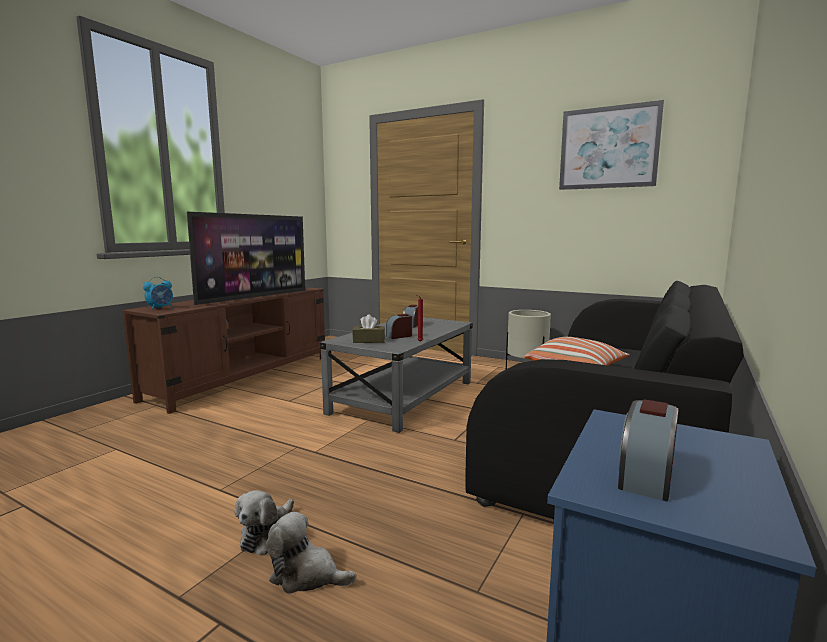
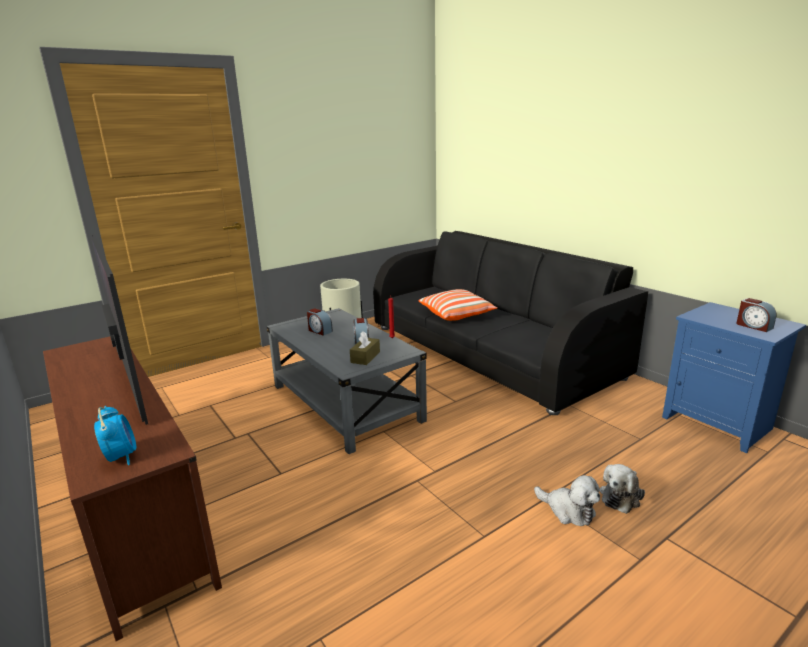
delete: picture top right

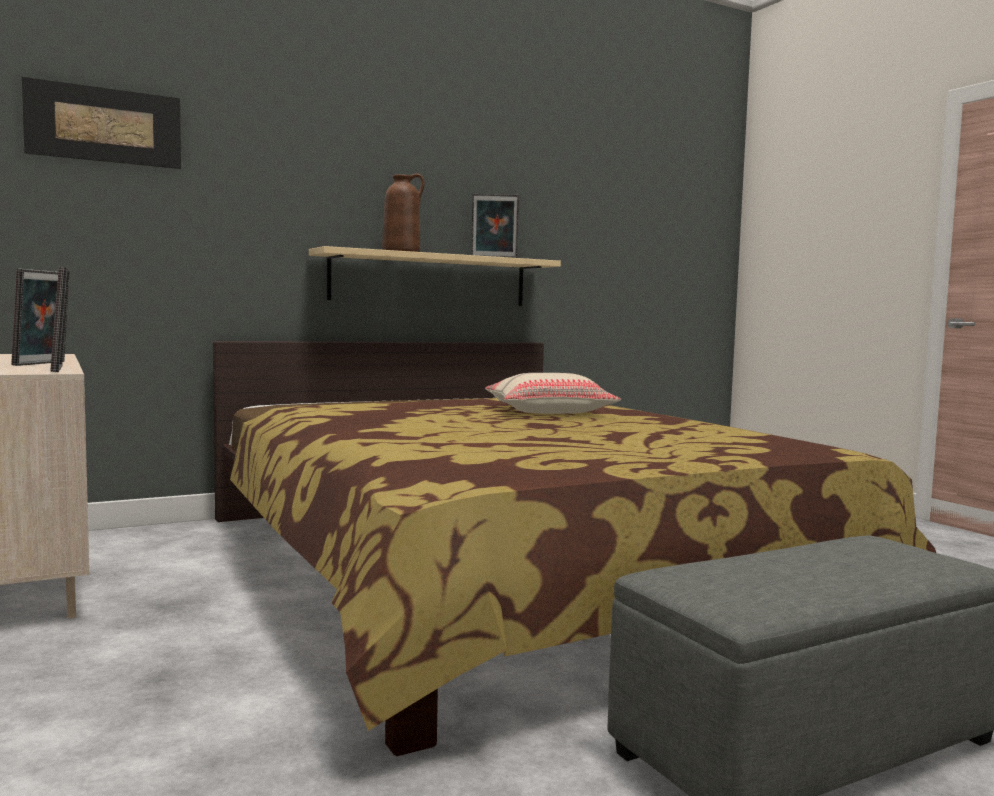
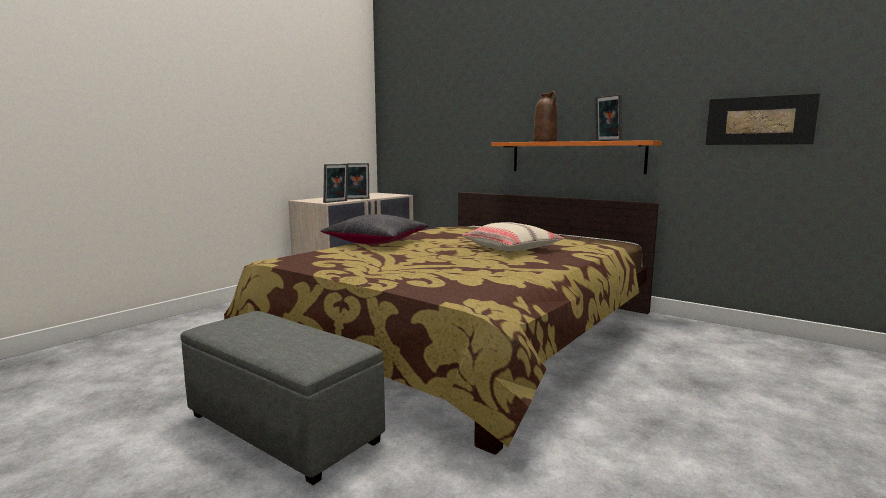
insert: blackish pillow centre
move: picture top left to top right
recolor: beige-coloured bracket shelf centre to orangey bracket shelf top centre

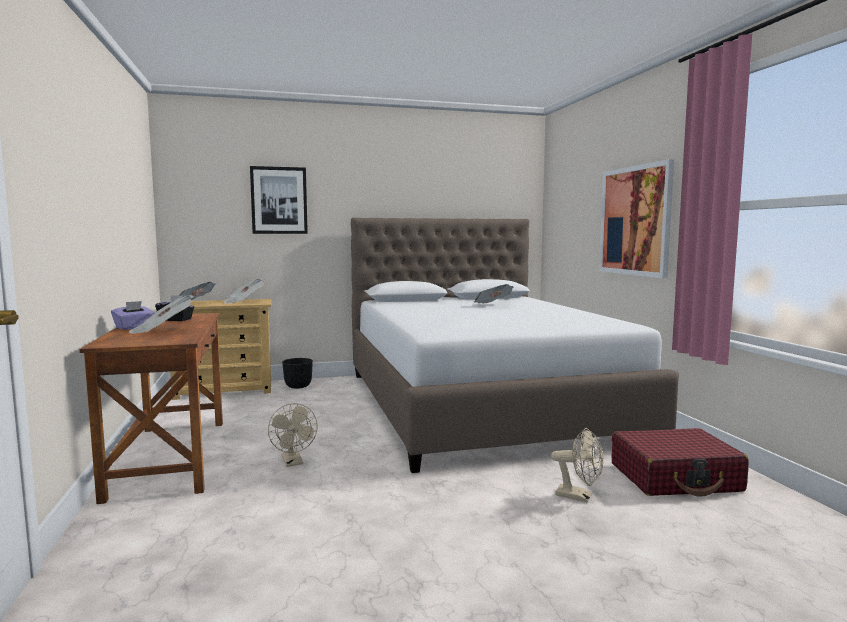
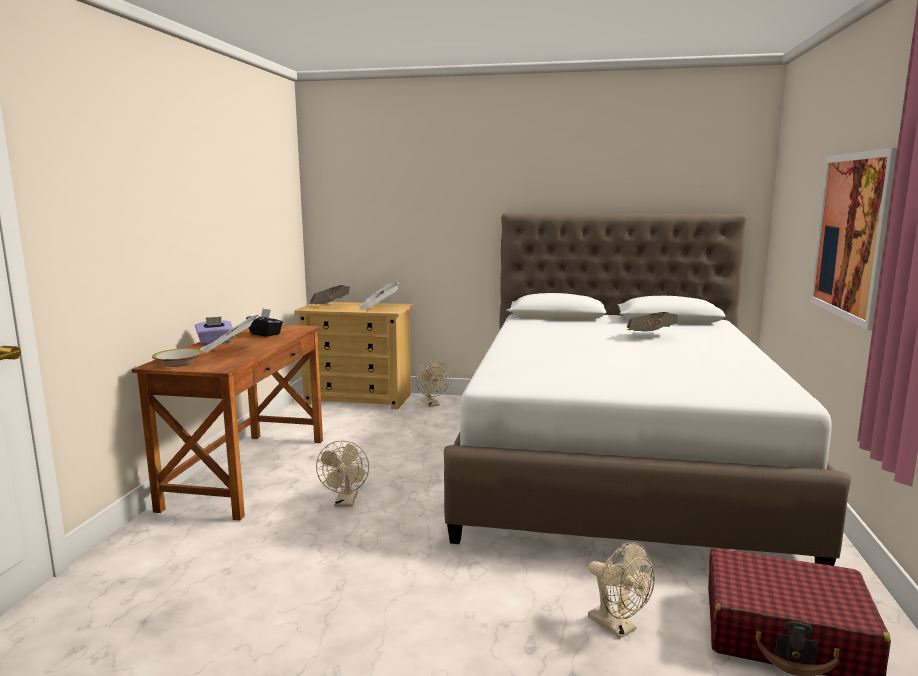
delete: picture (1st from left) top left
insert: serving bowl middle left
replace: blackish plant pot centre to beige-coloured electric fan (2nd from left) centre

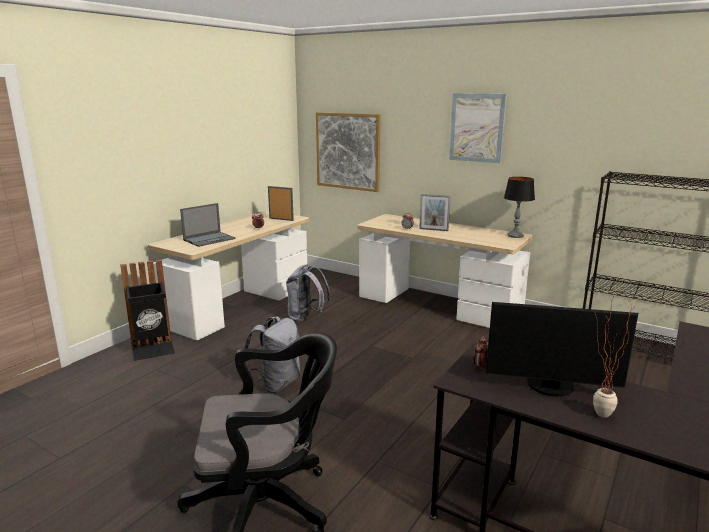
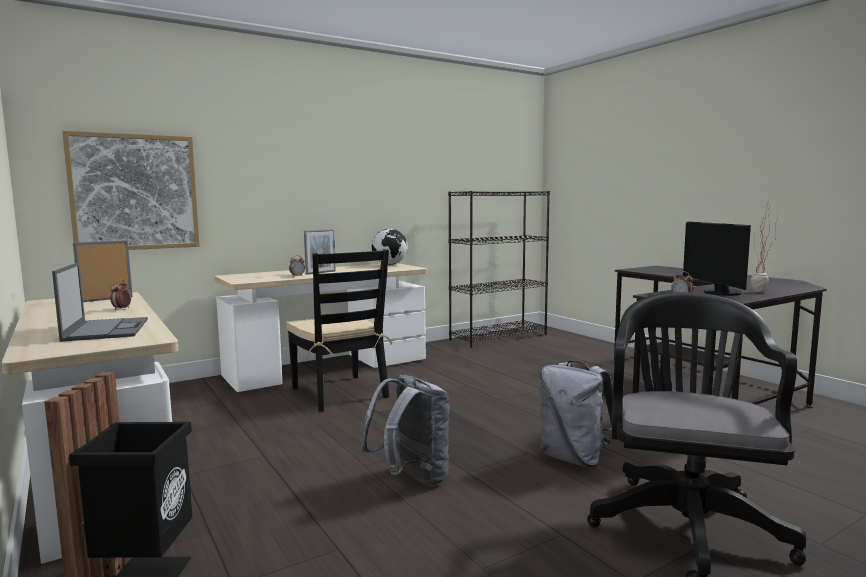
delete: picture (2nd from left) top right
insert: blackish upright chair centre
move: greyish backpack (2nd from left) centre to bottom centre
replace: table lamp middle right to world globe centre
rotate: computer display middle right = middle right 135 degrees clockwise

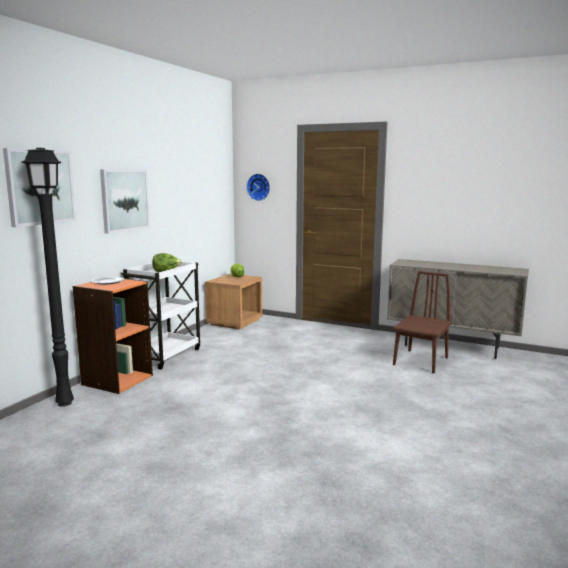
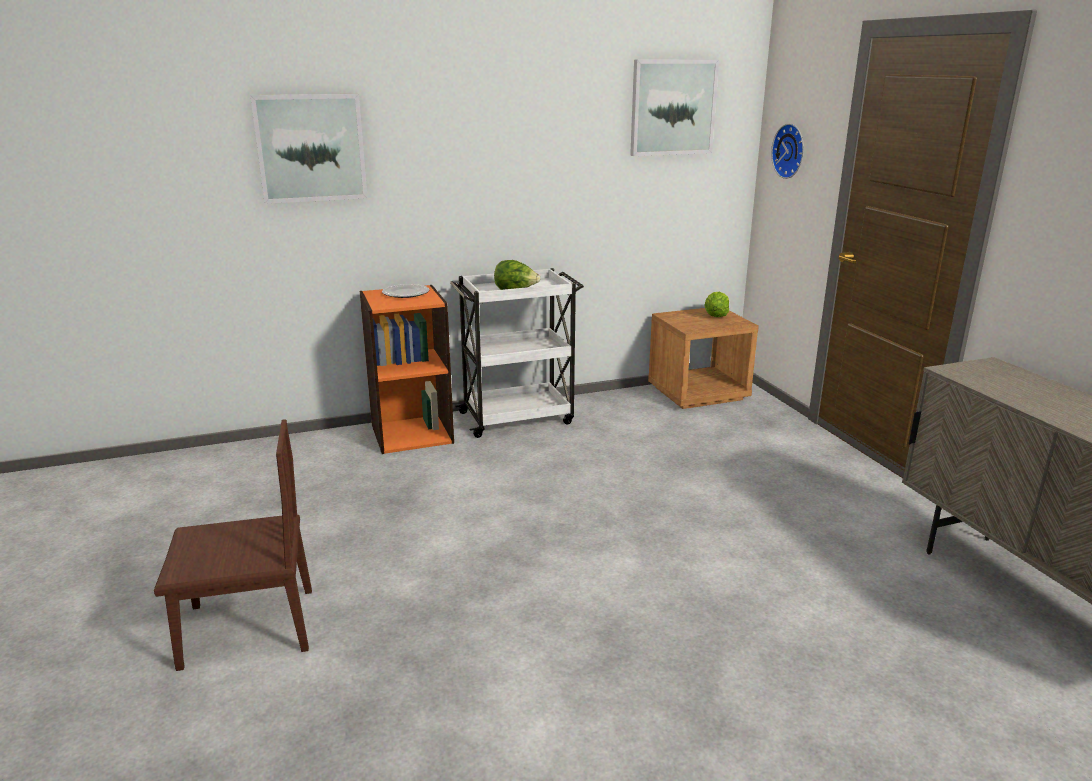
delete: blackish standing lamp middle left
move: picture (2nd from left) middle left to top centre; brown upright chair middle right to bottom left

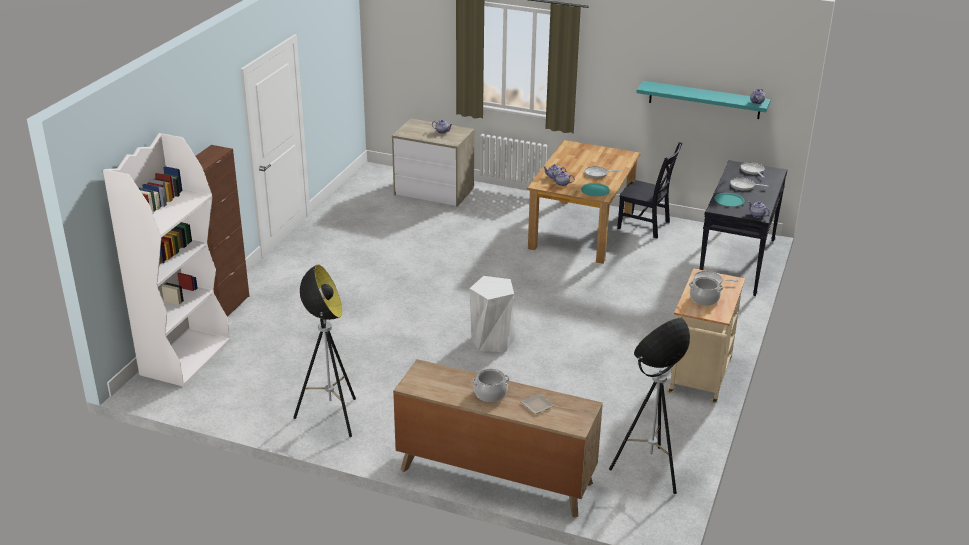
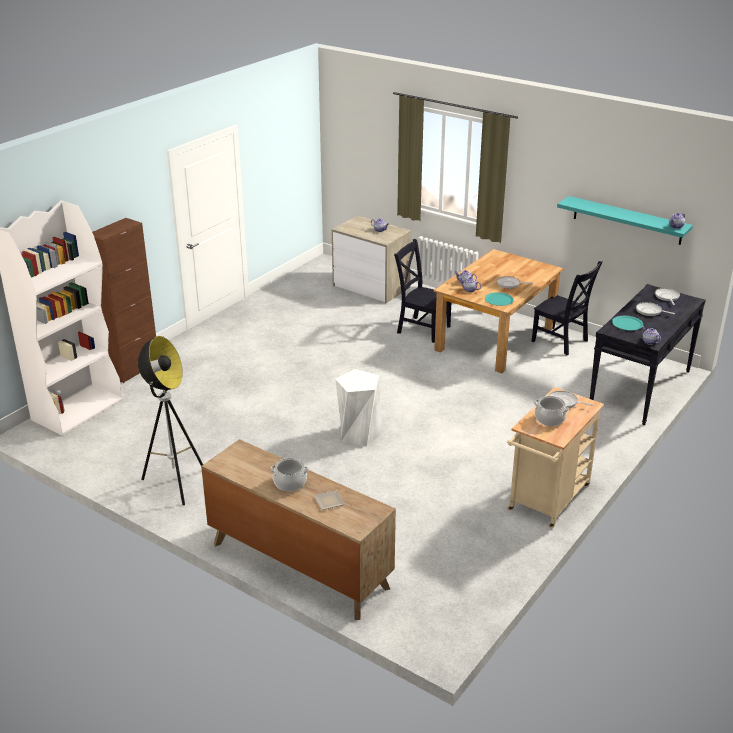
delete: standing lamp (2nd from left) bottom right
insert: blackish upright chair (1st from left) centre

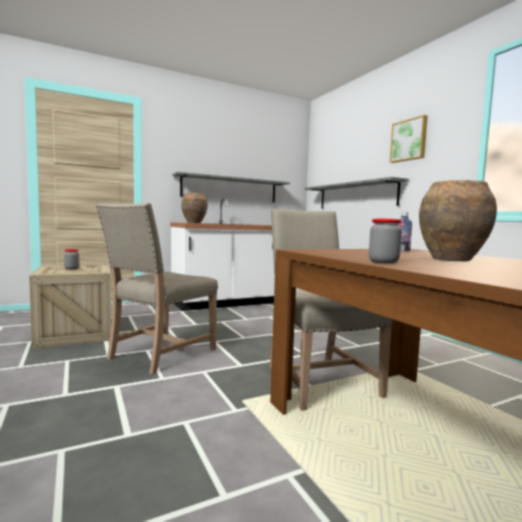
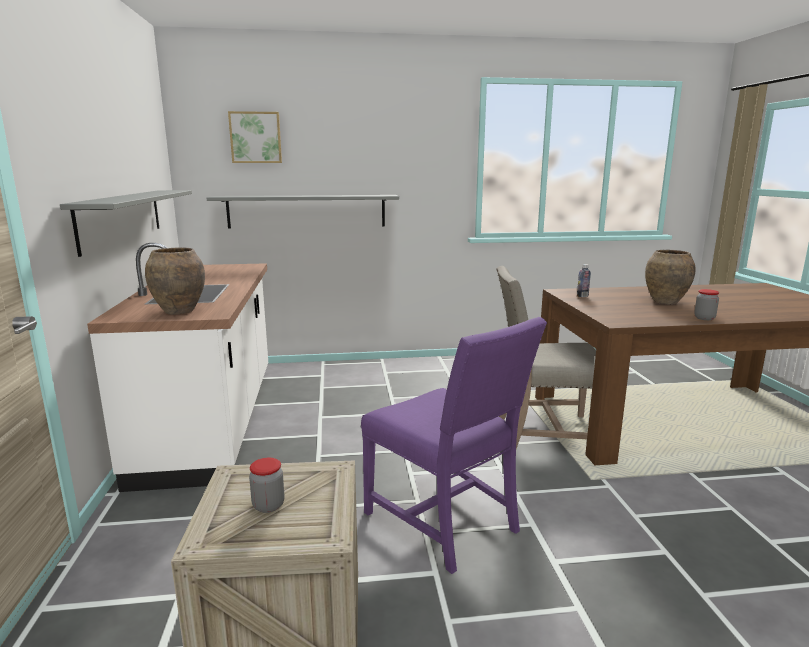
move: picture top right to top left
recolor: beige-coloured upright chair (1st from left) middle left to purple upright chair bottom centre

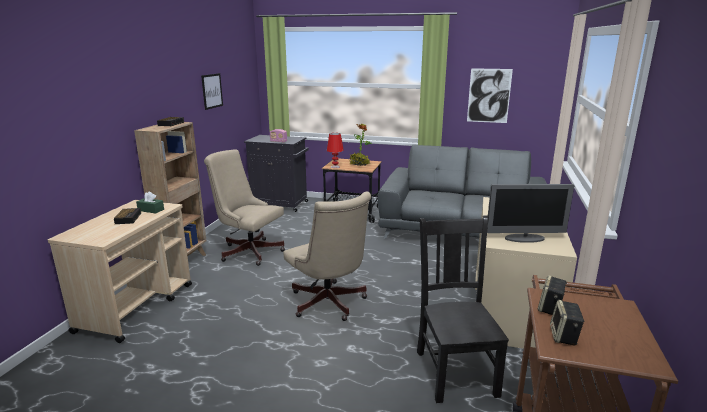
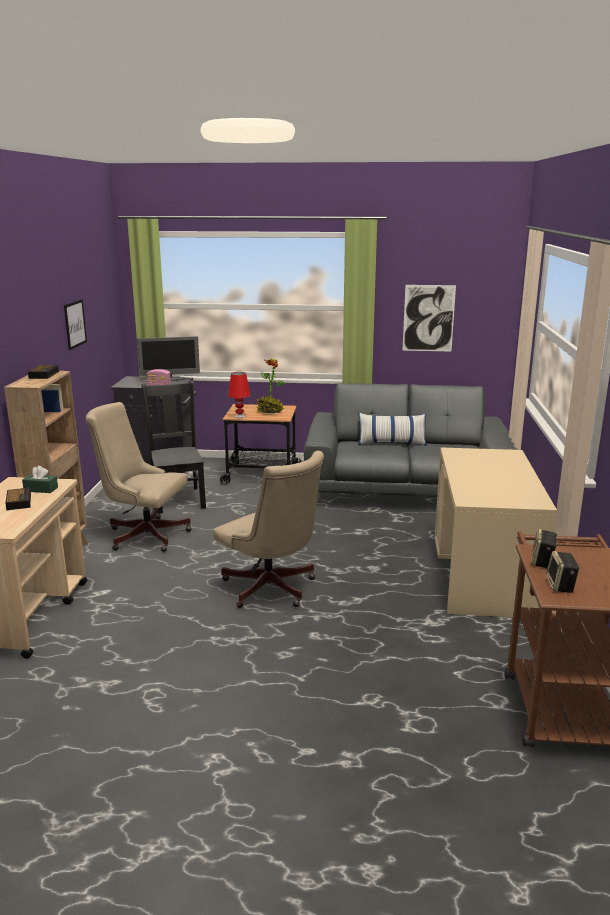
insert: pillow centre
move: blackish upright chair bottom centre to middle left; computer display middle right to middle left

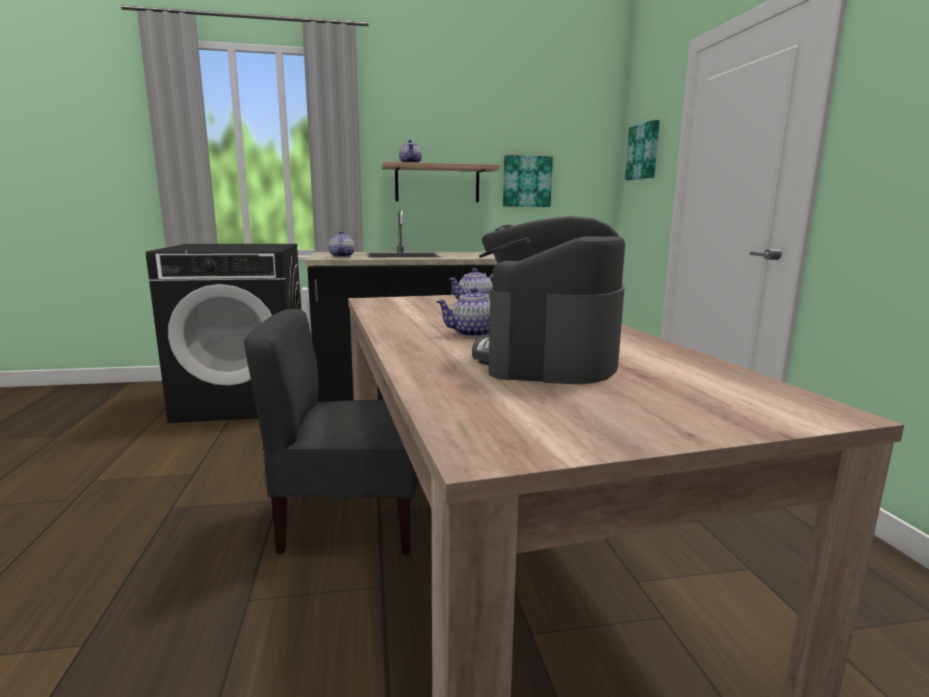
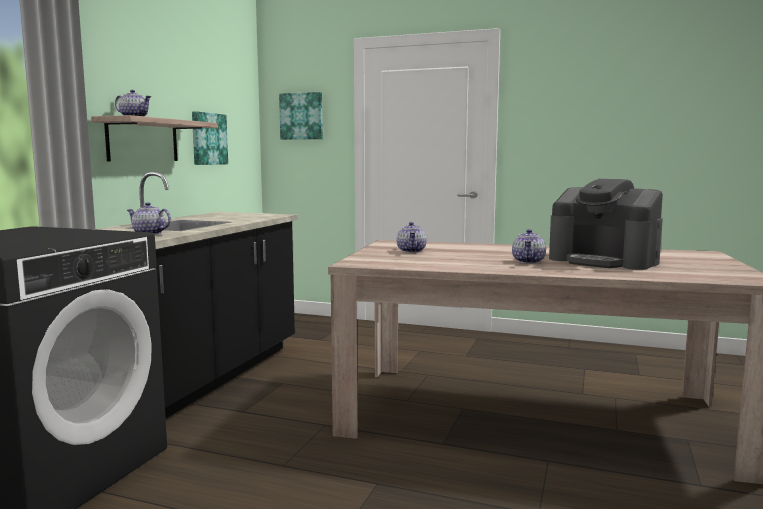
delete: greyish upright chair centre

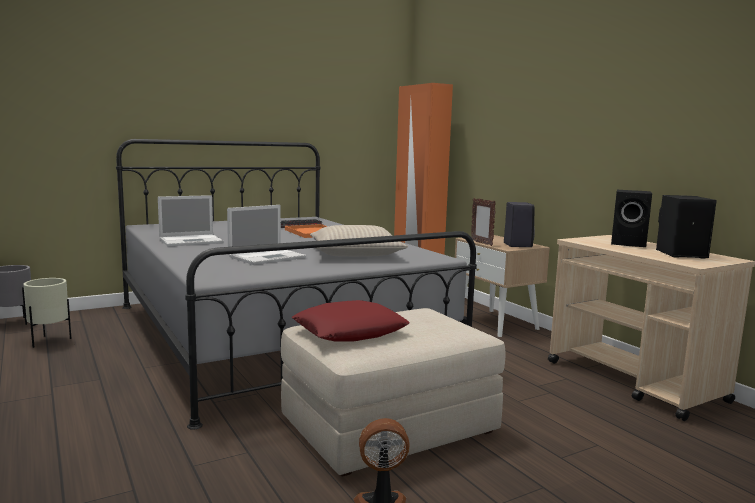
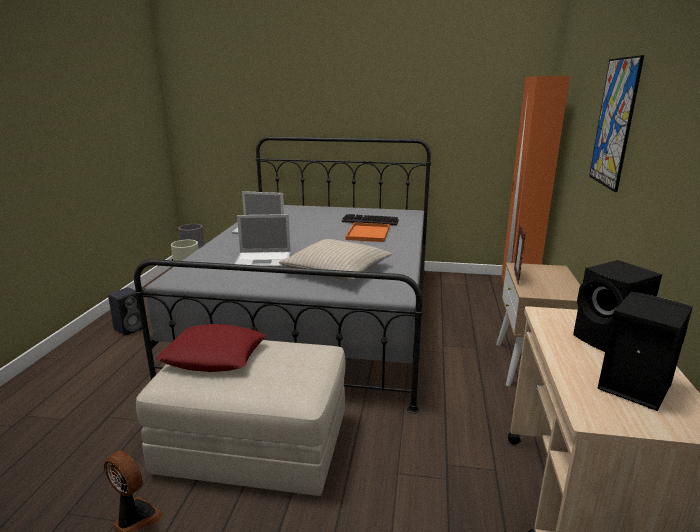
insert: picture top right
move: blackish speaker (1st from left) middle right to middle left

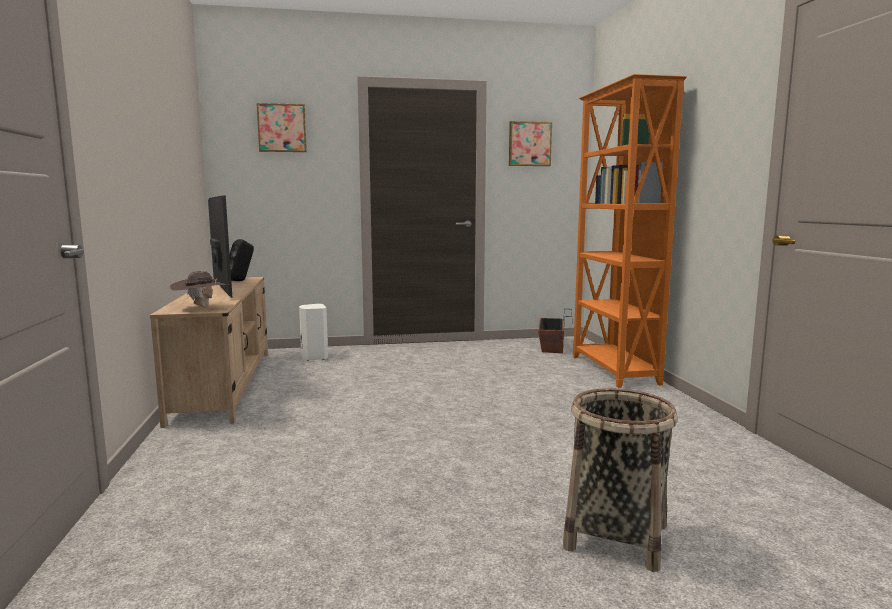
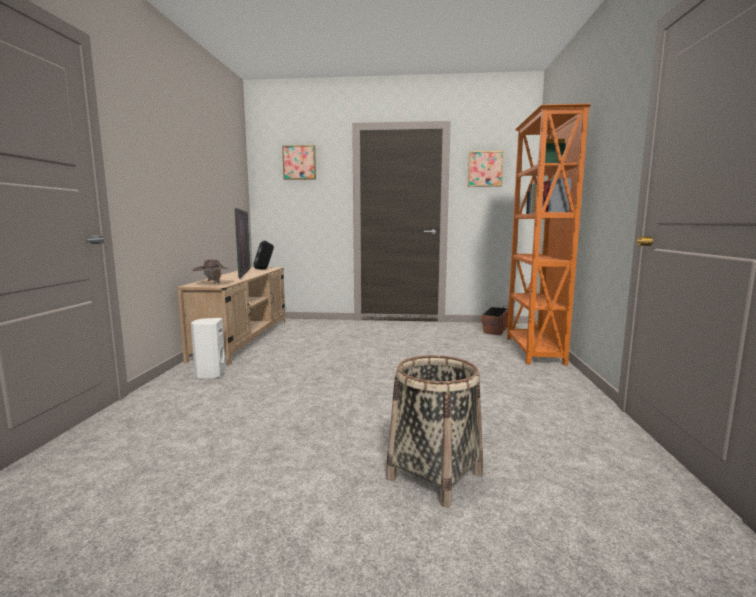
move: white speaker centre to middle left

